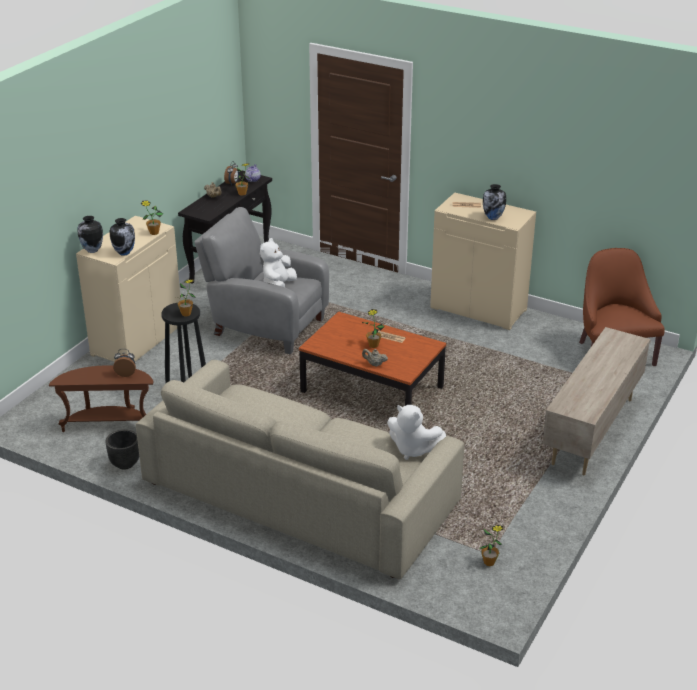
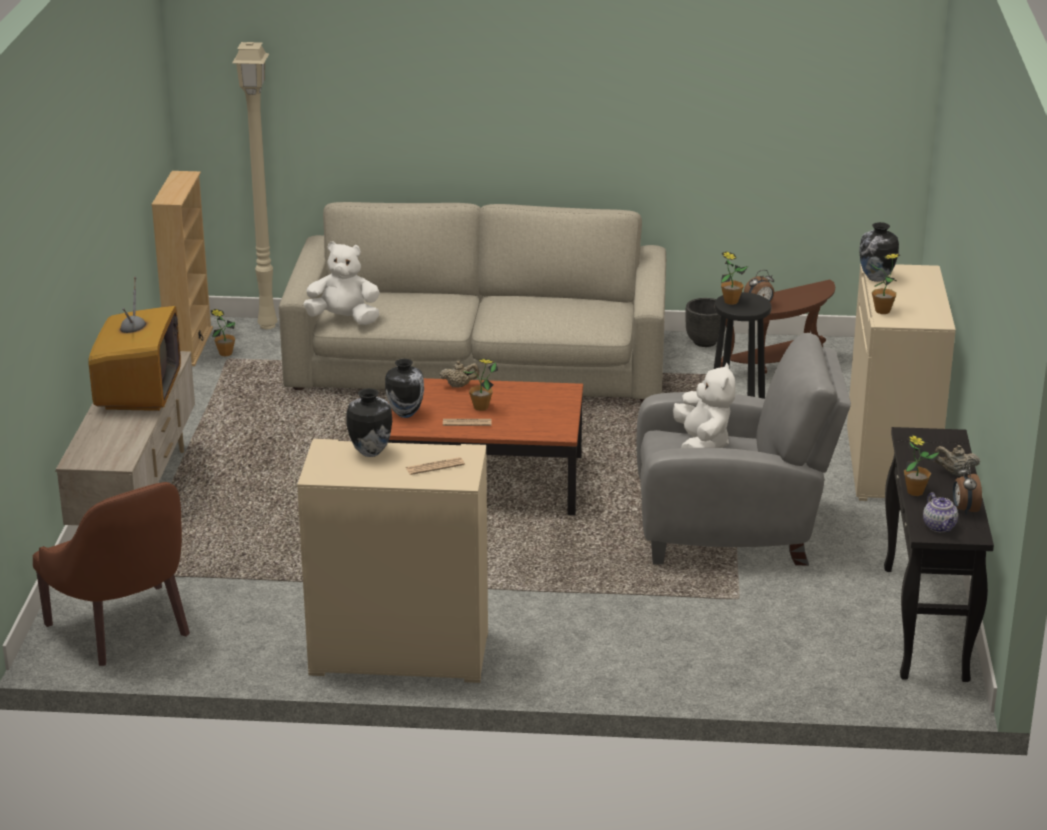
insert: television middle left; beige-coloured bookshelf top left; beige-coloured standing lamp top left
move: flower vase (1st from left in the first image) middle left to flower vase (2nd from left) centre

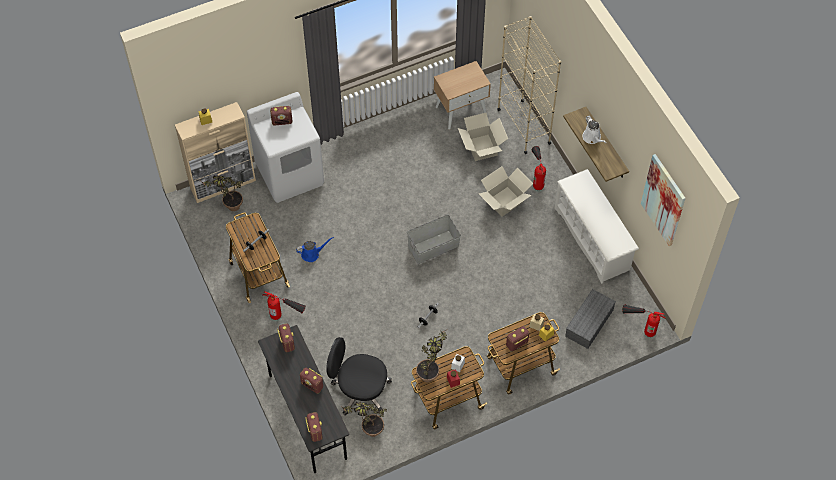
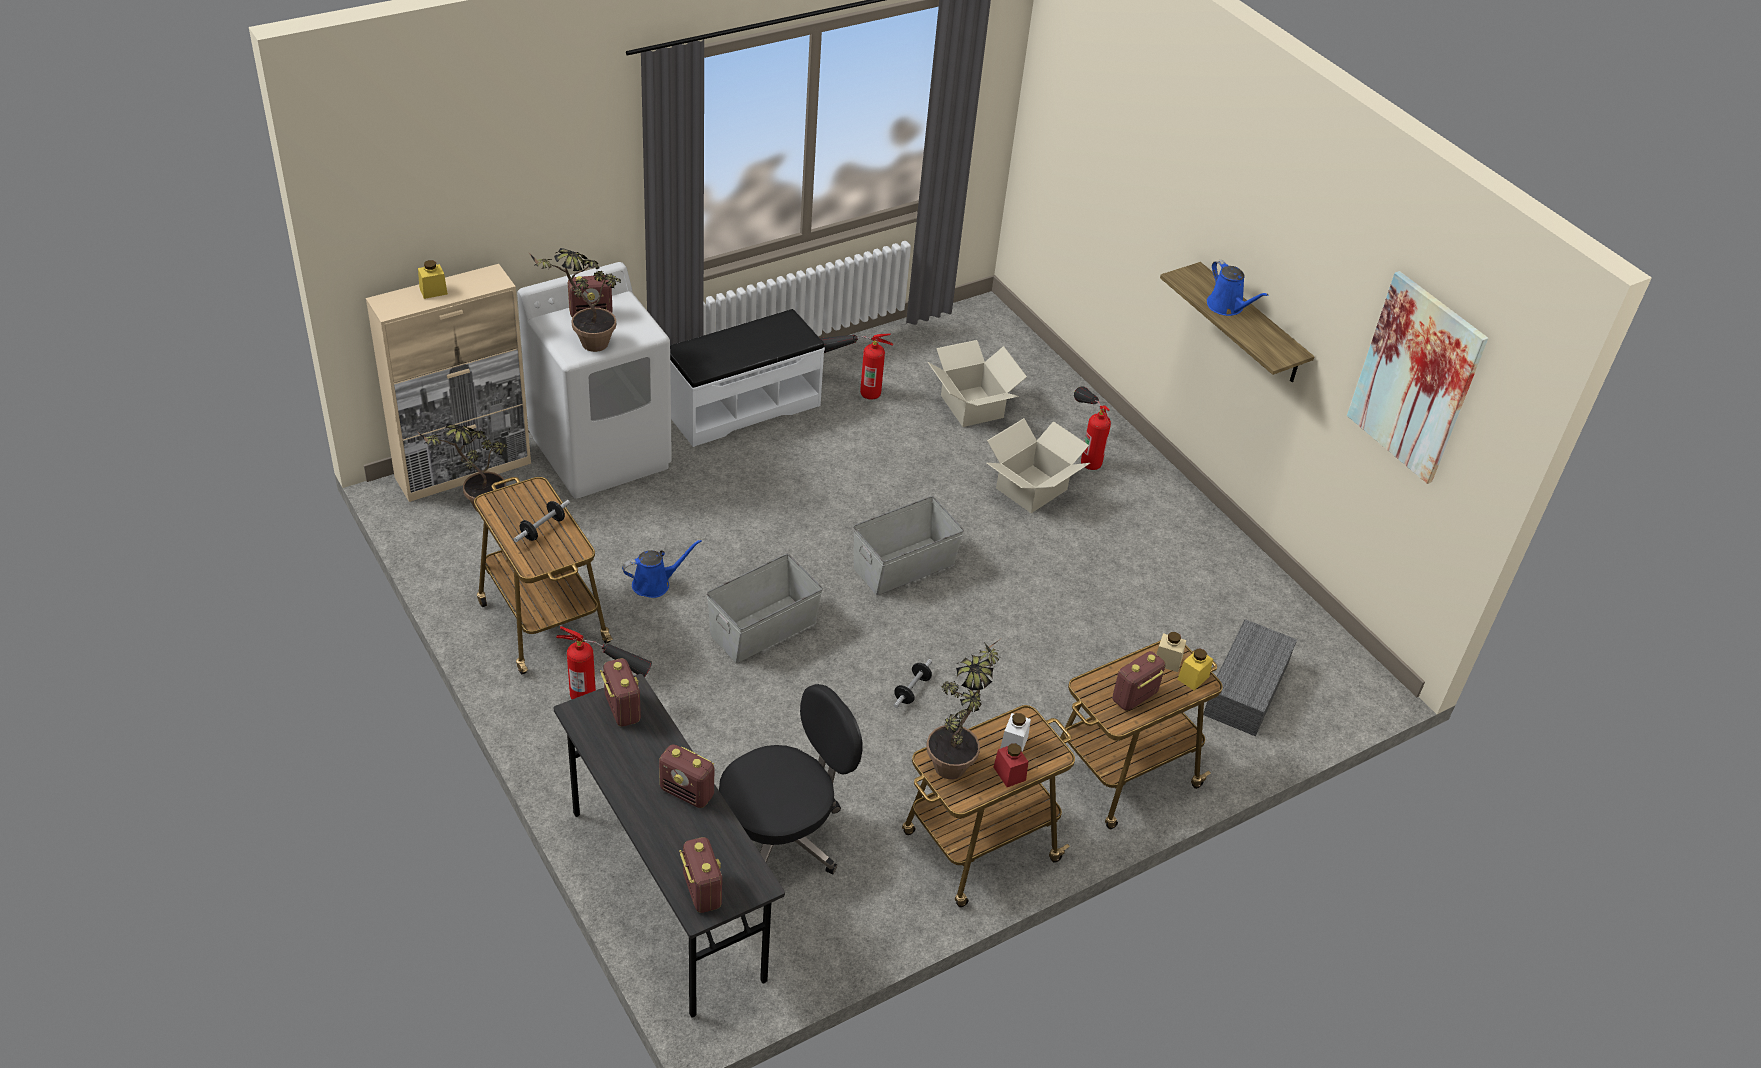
delete: beige-coloured nightstand top centre; beige-coloured bookshelf top centre; white shoe stand middle right
insert: white indoor bench centre; greyish storage bin (1st from left) centre
move: houseplant (2nd from left) bottom centre to top left; fire extinguisher (3rd from left in the first image) bottom right to fire extinguisher (2nd from left) centre
recolor: white sprinkling can top right to blue sprinkling can (2nd from left) top right
rotate: blackish office chair bottom centre = bottom centre 135 degrees clockwise

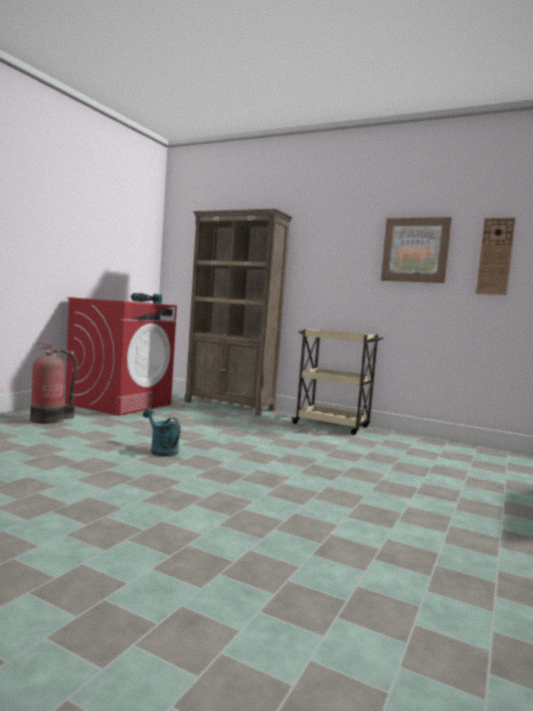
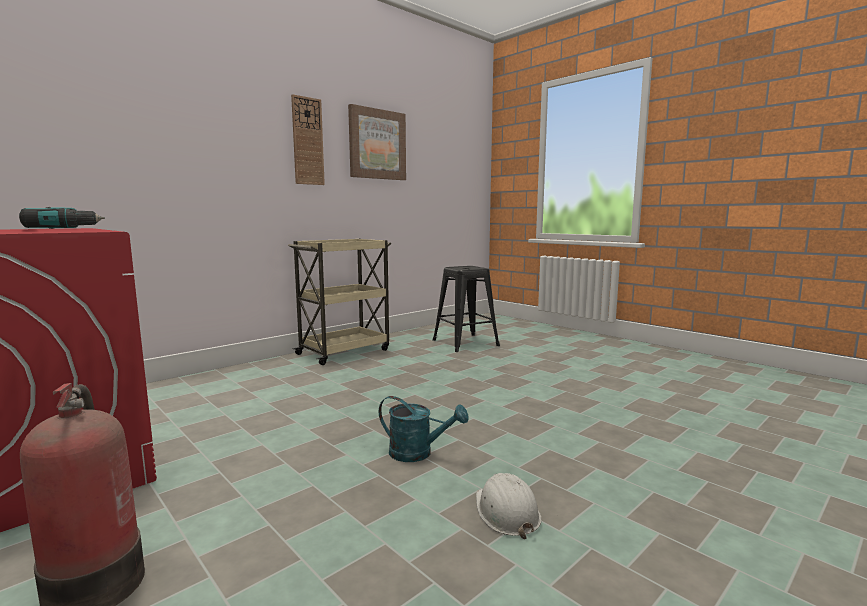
delete: brown bookshelf centre
insert: blackish sitting stool centre; white work helmet bottom centre
move: wall clock middle right to top centre
rotate: turquoise-coloured sprinkling can middle left = bottom centre 135 degrees counterclockwise

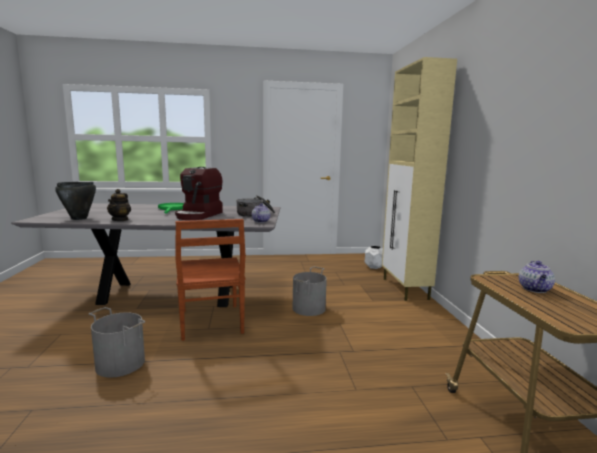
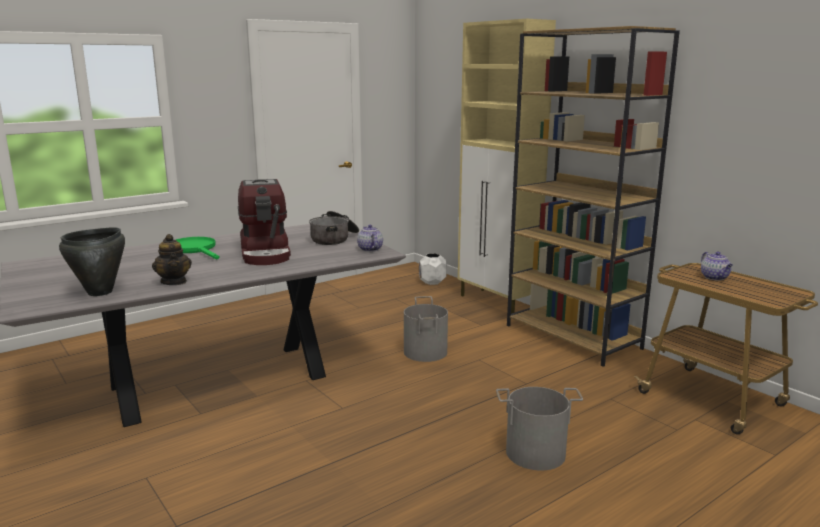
delete: brown upright chair centre
insert: brown bookshelf middle right
move: greyish water bucket (1st from left in the first image) bottom left to greyish water bucket (2nd from left) bottom centre

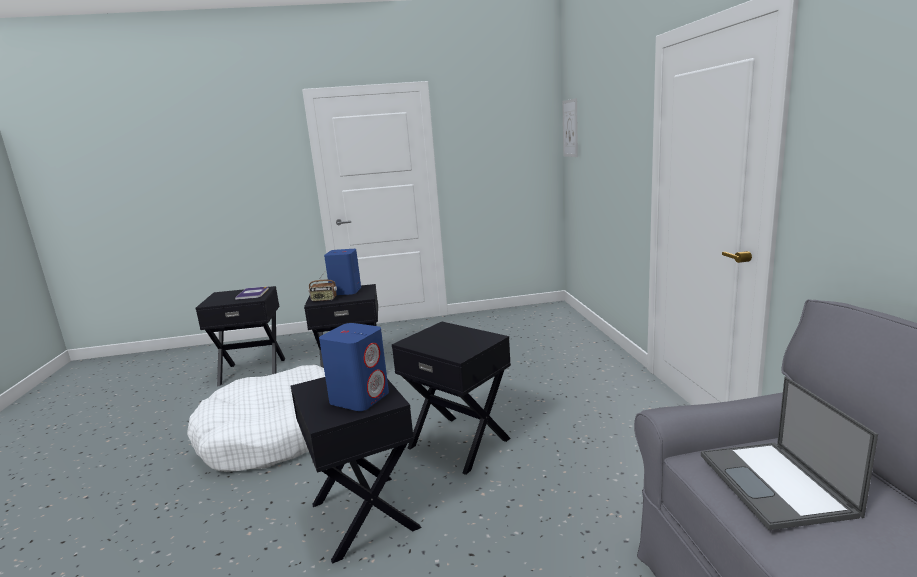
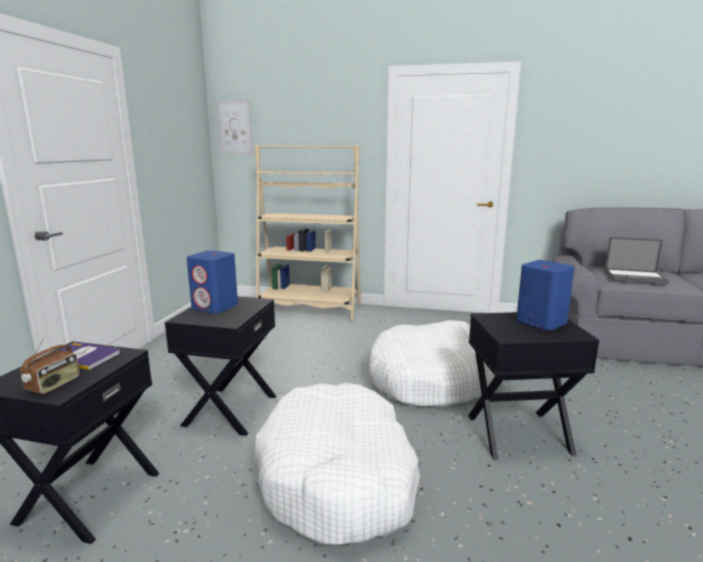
insert: beige-coloured bookshelf centre
move: radio receiver centre to middle left
replace: blackish accent table (4th from left) bottom centre to white dog cushion (2nd from left) centre

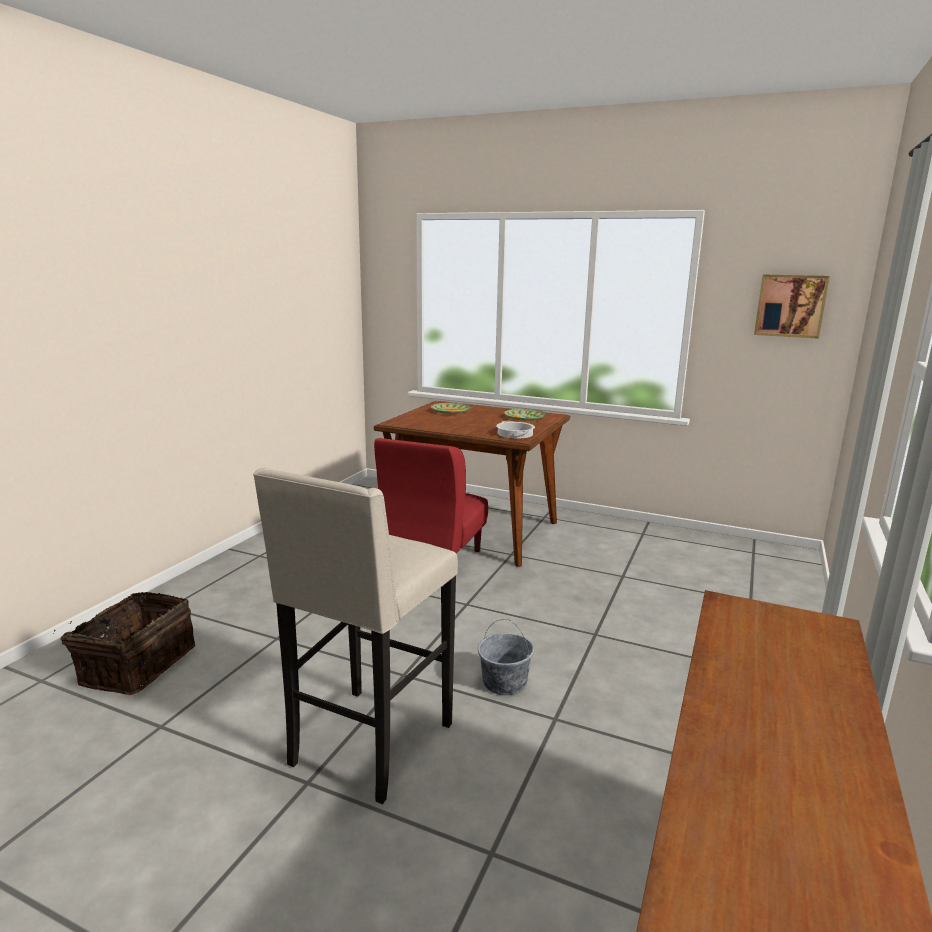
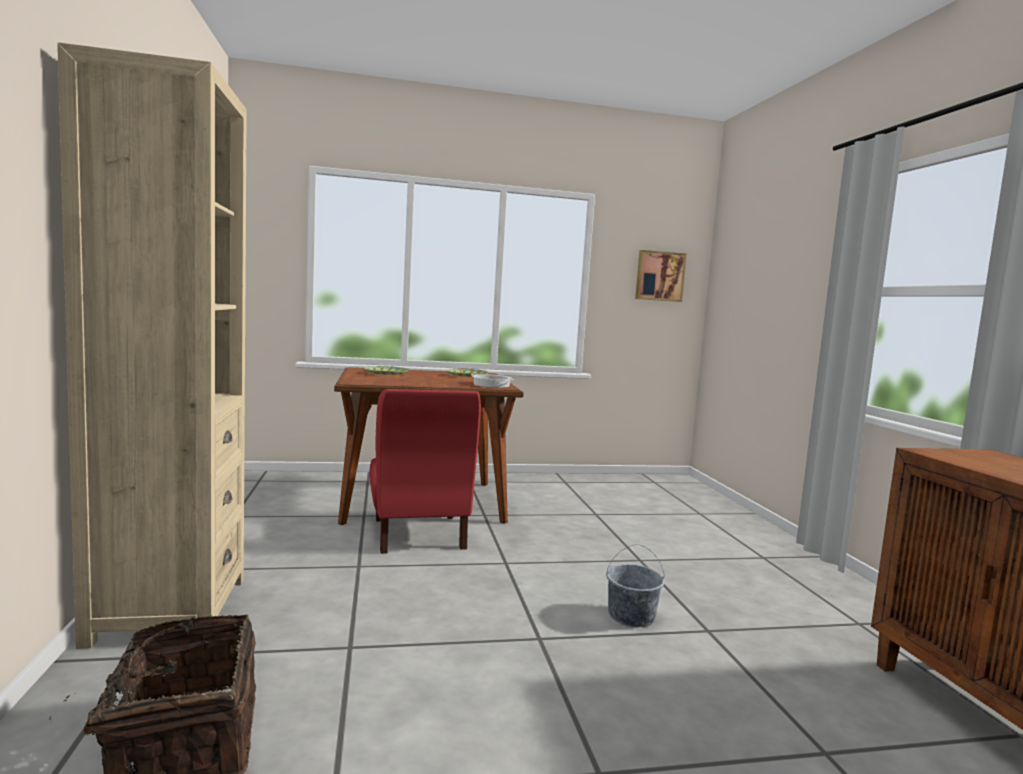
delete: beige-coloured sitting stool bottom centre
insert: beige-coloured bookshelf middle left

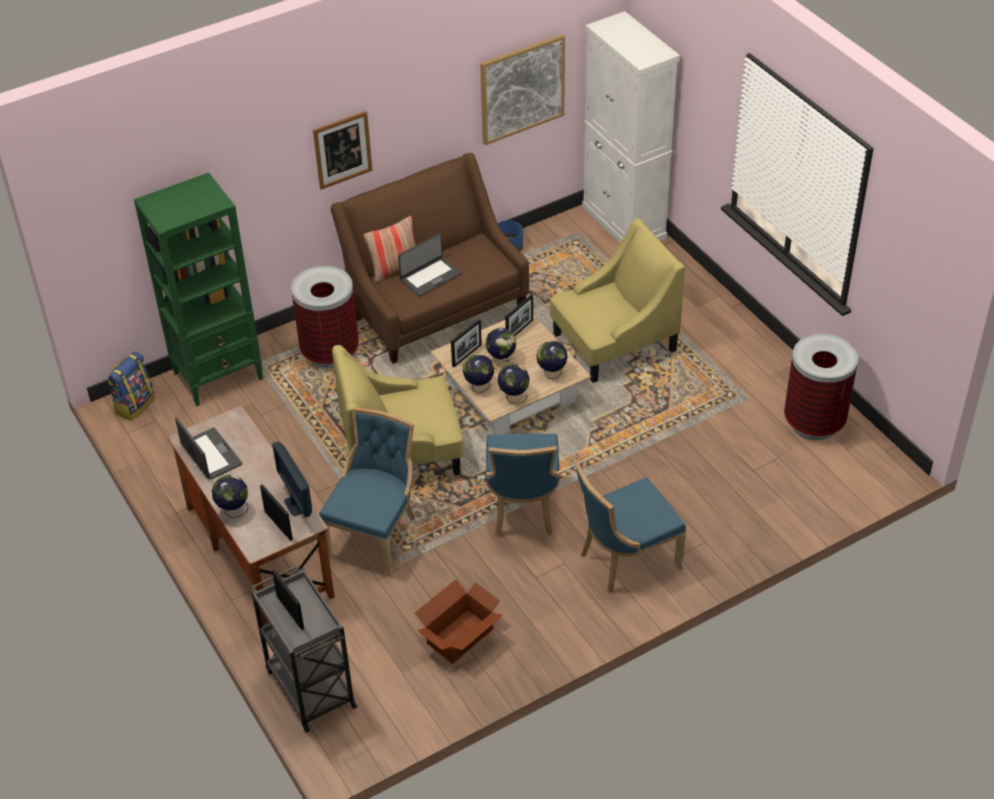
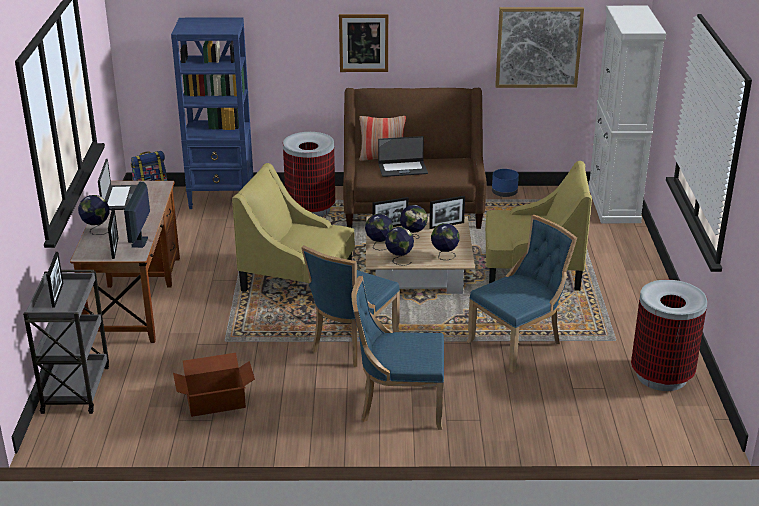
move: blue upright chair (1st from left in the first image) centre to blue upright chair (3rd from left) middle right
recolor: green-coloured bookshelf middle left to blue bookshelf top left

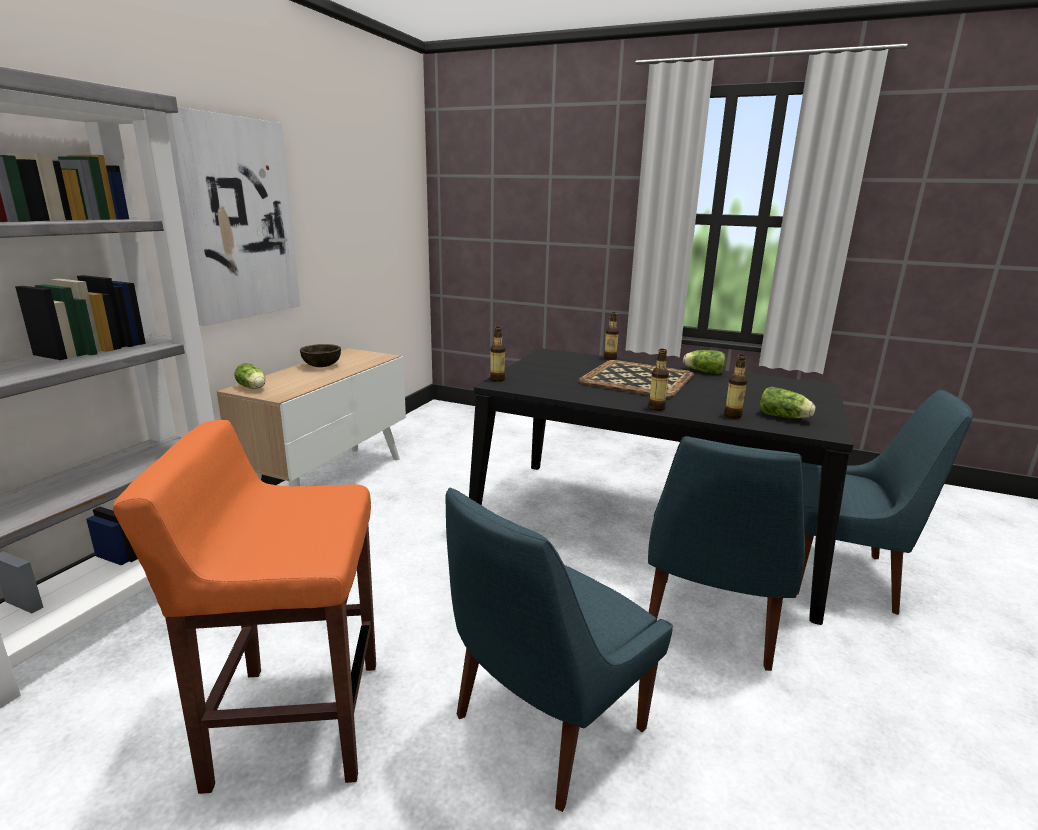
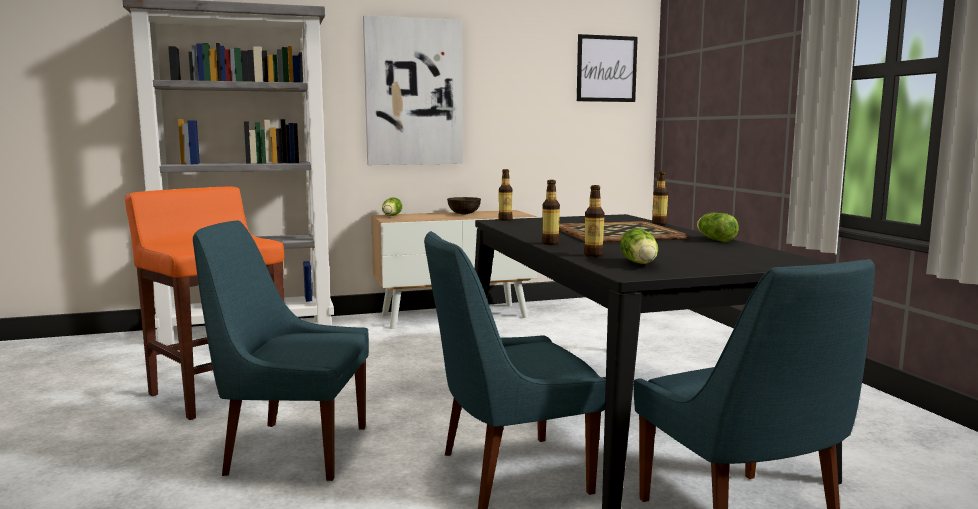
insert: picture (2nd from left) top centre

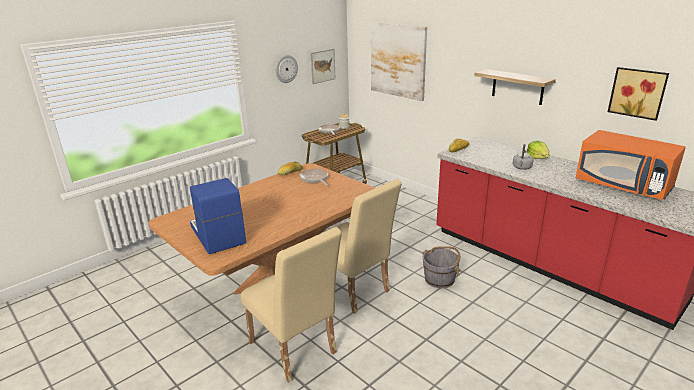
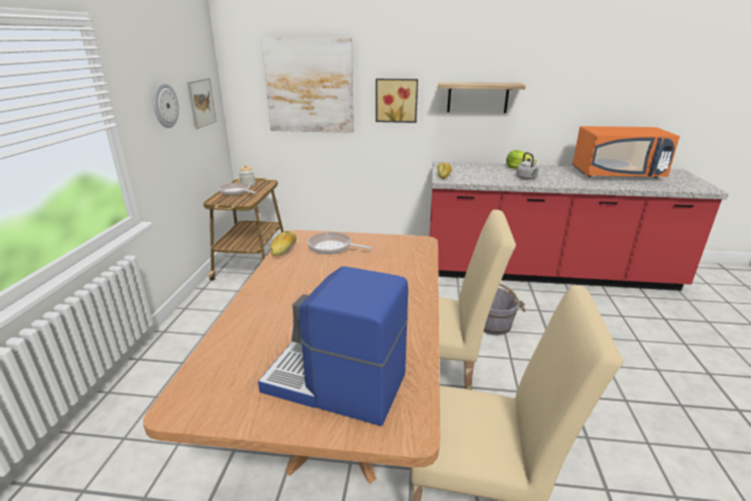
move: picture (3rd from left) top right to top centre

